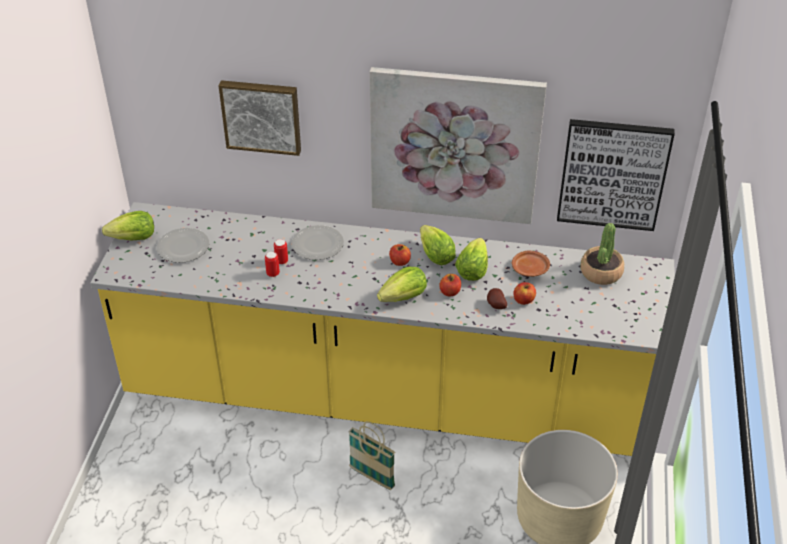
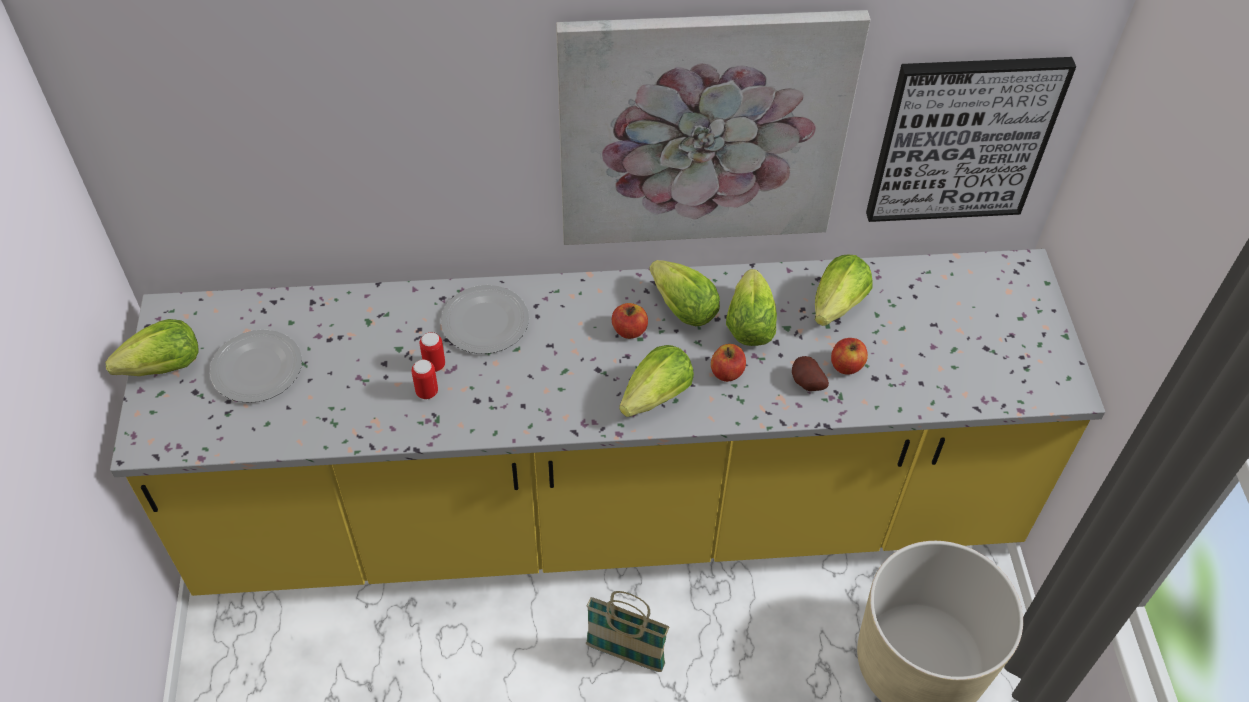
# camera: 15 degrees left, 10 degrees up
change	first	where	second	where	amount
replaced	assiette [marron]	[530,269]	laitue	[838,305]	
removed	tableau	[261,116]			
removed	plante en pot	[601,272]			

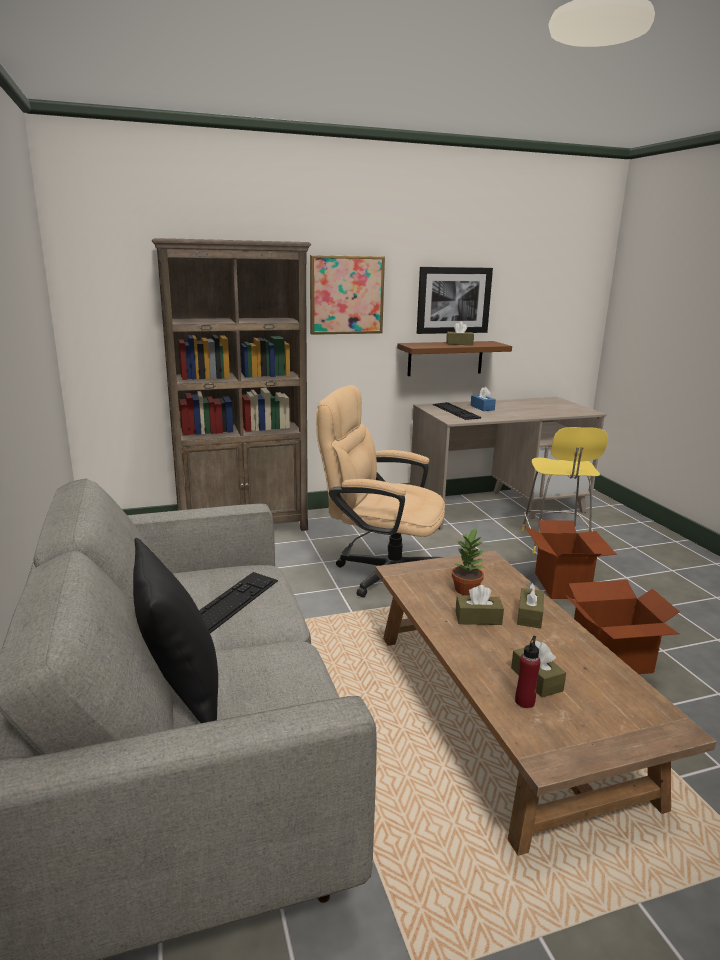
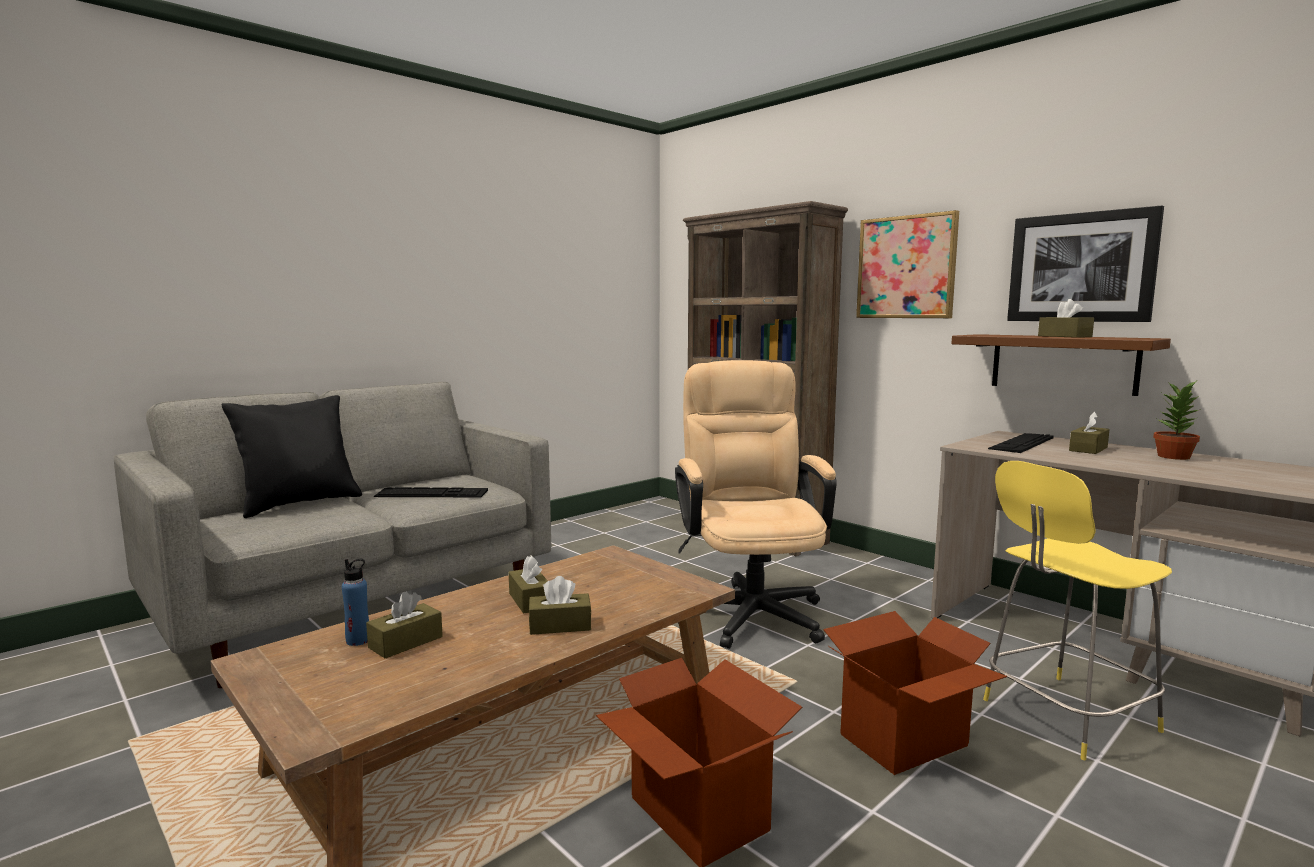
# camera: 65 degrees right, 10 degrees down
change	first	where	second	where	amount
recoloured	bouteille [rouge]	[524,701]	bouteille [bleu]	[358,640]	
recoloured	boîte à mouchoirs [bleu]	[482,408]	boîte à mouchoirs [marron]	[1088,449]	
moved	plante en pot	[467,590]		[1174,457]	

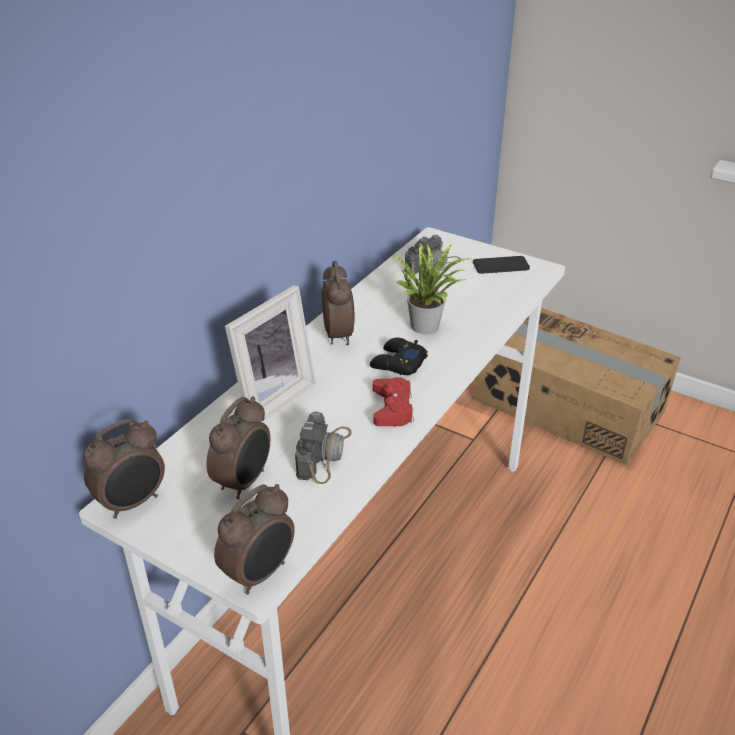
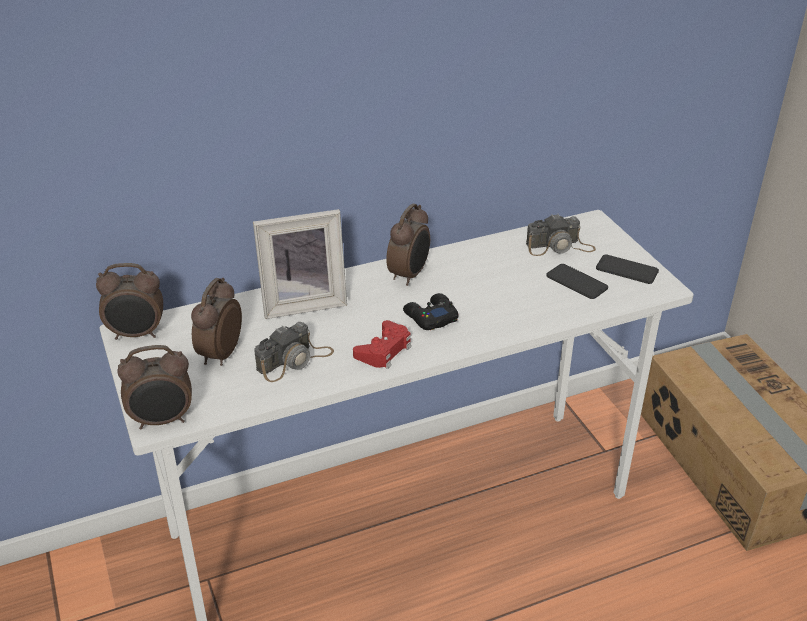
# camera: 35 degrees right, 0 degrees up
change	first	where	second	where	amount
turned	réveil	[244,482]		[219,354]	135 degrees clockwise
added			téléphone	[576,282]	
removed	plante en pot	[428,325]			

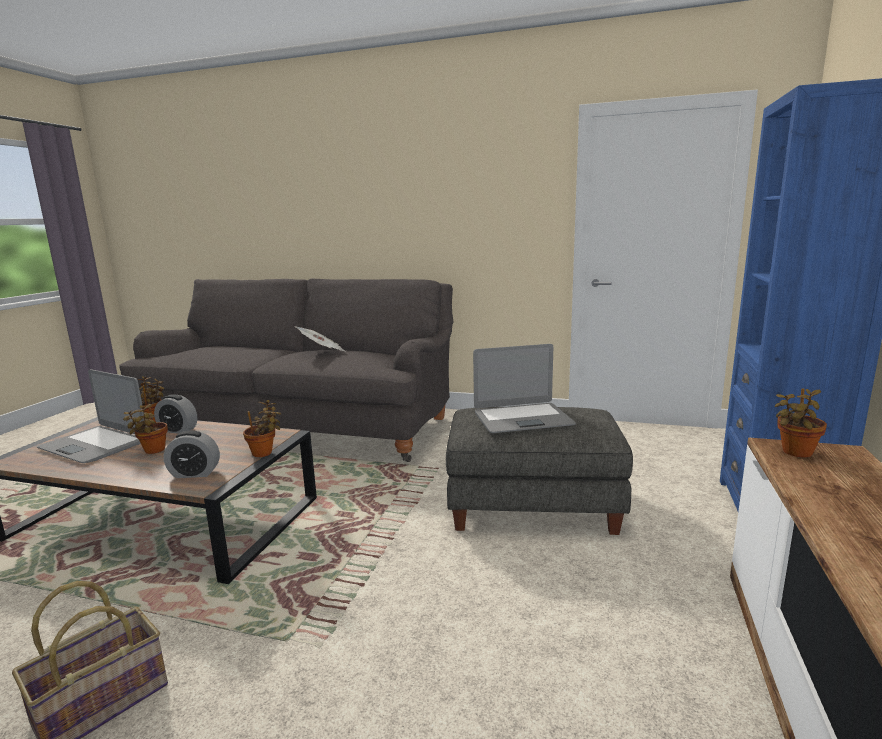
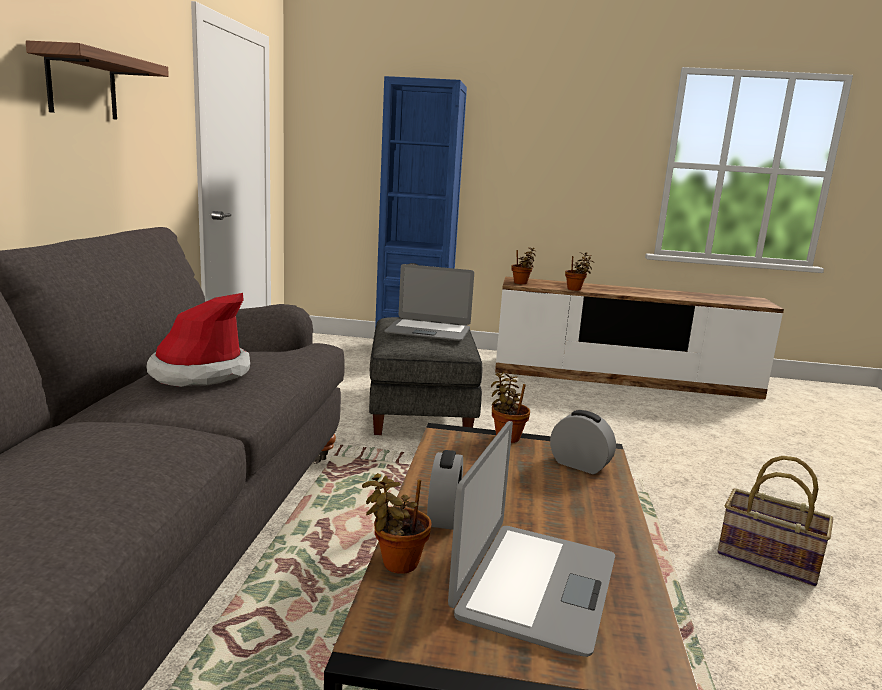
# camera: 100 degrees left, 0 degrees up
change	first	where	second	where	amount
added			étagère	[82,85]	
replaced	journal	[322,351]	chapeau	[199,373]	
turned	ordinateur portable	[522,419]		[428,331]	120 degrees clockwise
turned	réveil	[195,473]		[579,465]	45 degrees counterclockwise
moved	plante en pot	[152,451]		[576,289]	

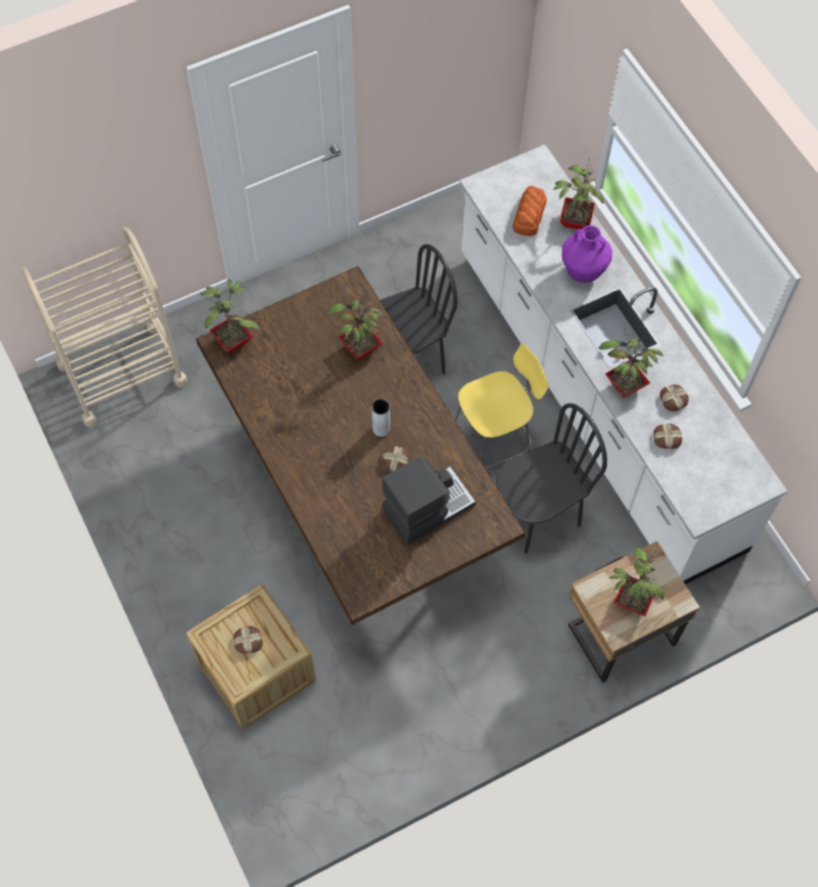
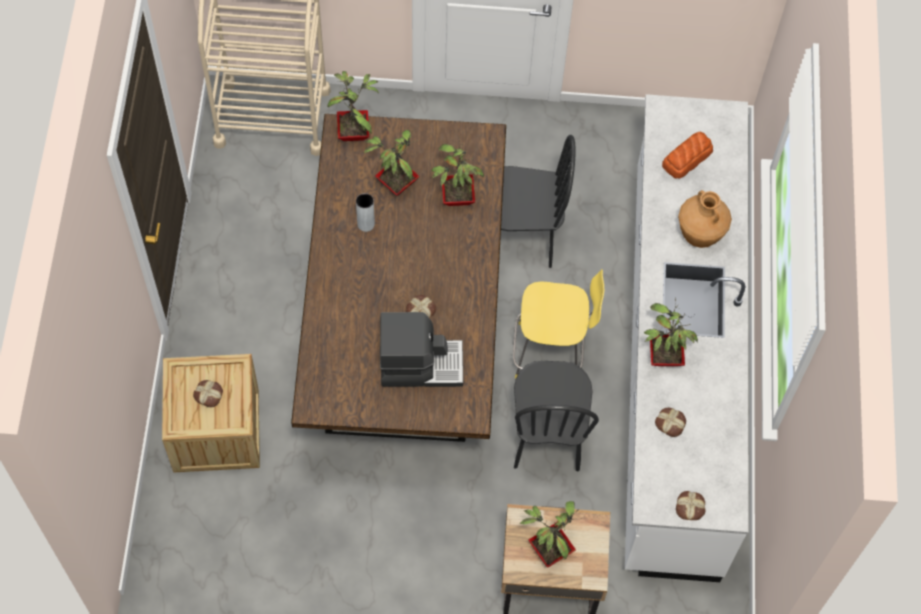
# camera: 30 degrees right, 0 degrees up
change	first	where	second	where	amount
moved	vase [gris]	[381,429]		[366,224]	
moved	plante en pot	[573,221]		[396,183]	
turned	chaise [noir]	[537,515]		[547,439]	90 degrees clockwise
moved	pain	[673,399]		[690,507]	
recoloured	vase [violet]	[582,272]	vase [marron]	[699,235]	

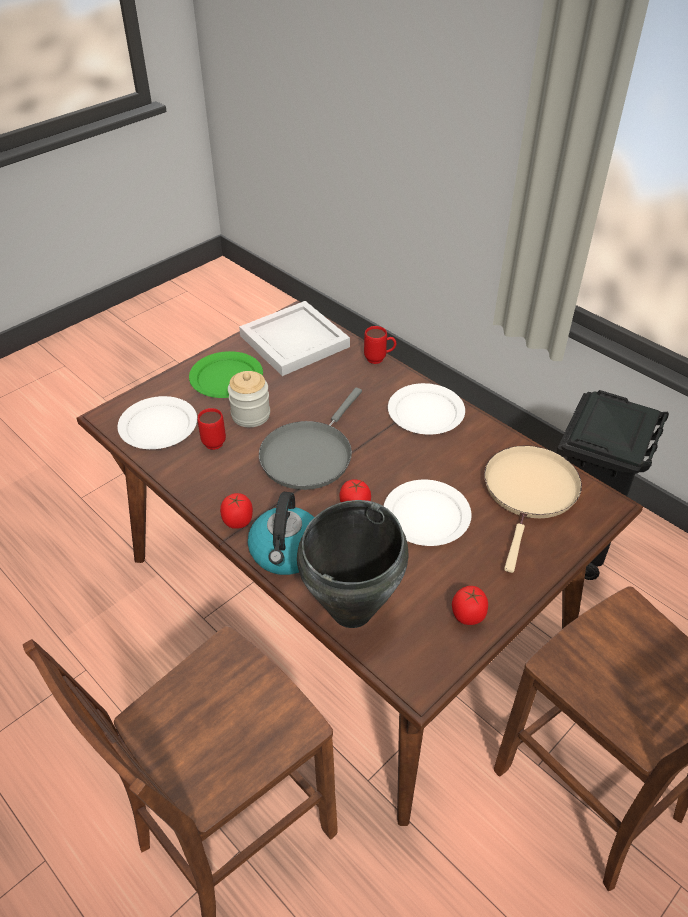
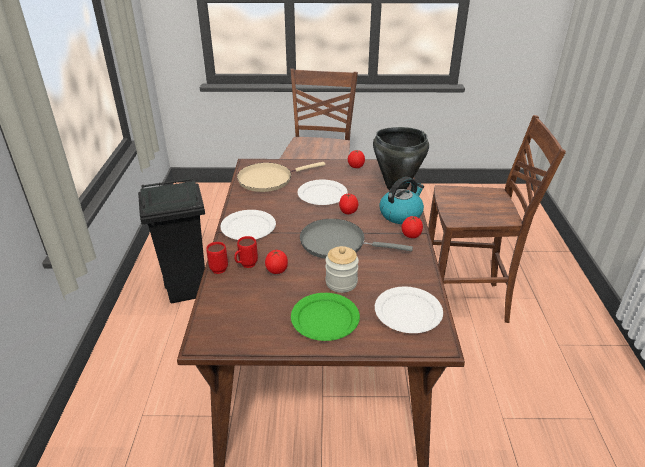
# camera: 135 degrees left, 10 degrees down
change	first	where	second	where	amount
moved	mug [rouge]	[214,440]		[246,266]	
added			tomate	[276,271]	
turned	poêle [gris]	[309,455]		[337,243]	150 degrees counterclockwise
removed	plateau [blanc]	[296,341]			

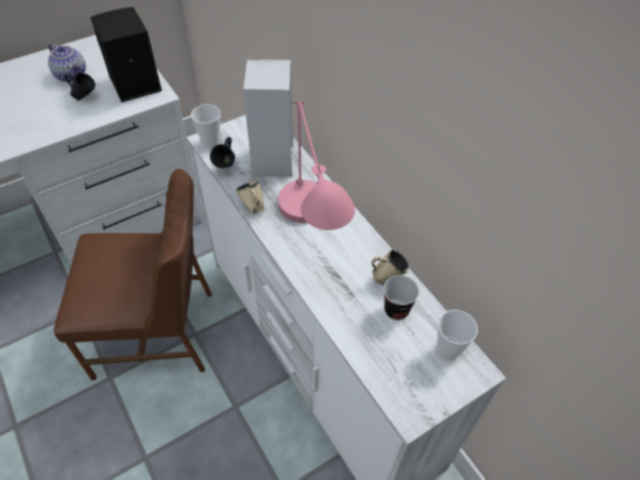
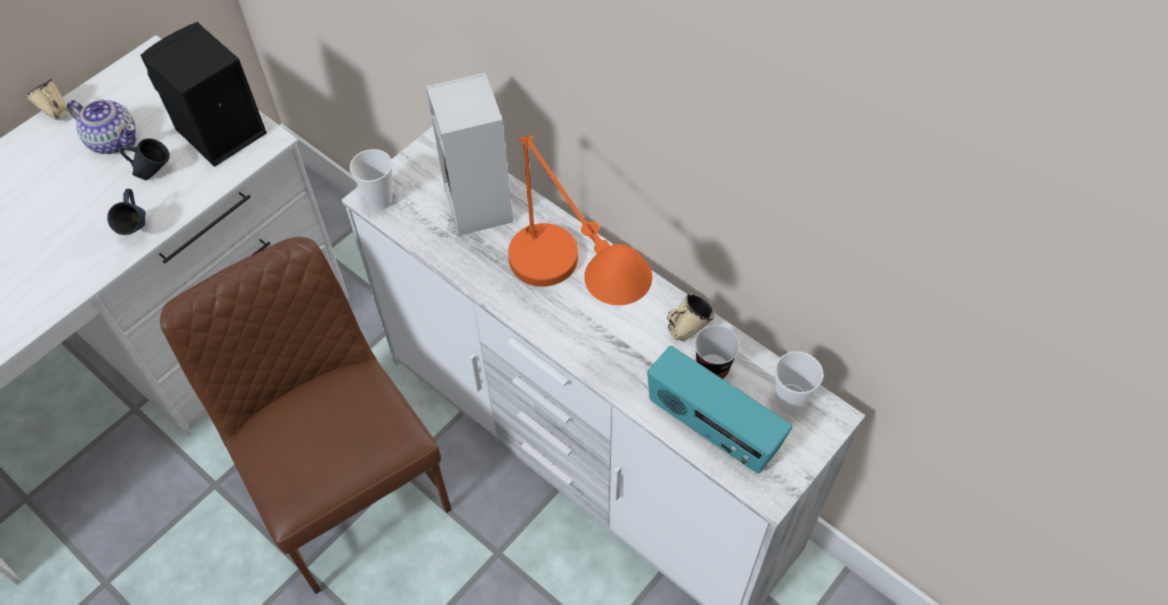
# camera: 15 degrees left, 5 degrees up
change	first	where	second	where	amount
moved	mug [beige]	[253,207]		[56,114]	
moved	mug [bleu]	[226,168]		[137,230]	
turned	chaise [marron]	[157,332]		[345,484]	105 degrees counterclockwise
recoloured	lampe de table [rose]	[311,238]	lampe de table [orange]	[573,303]	
added			radio	[712,428]	

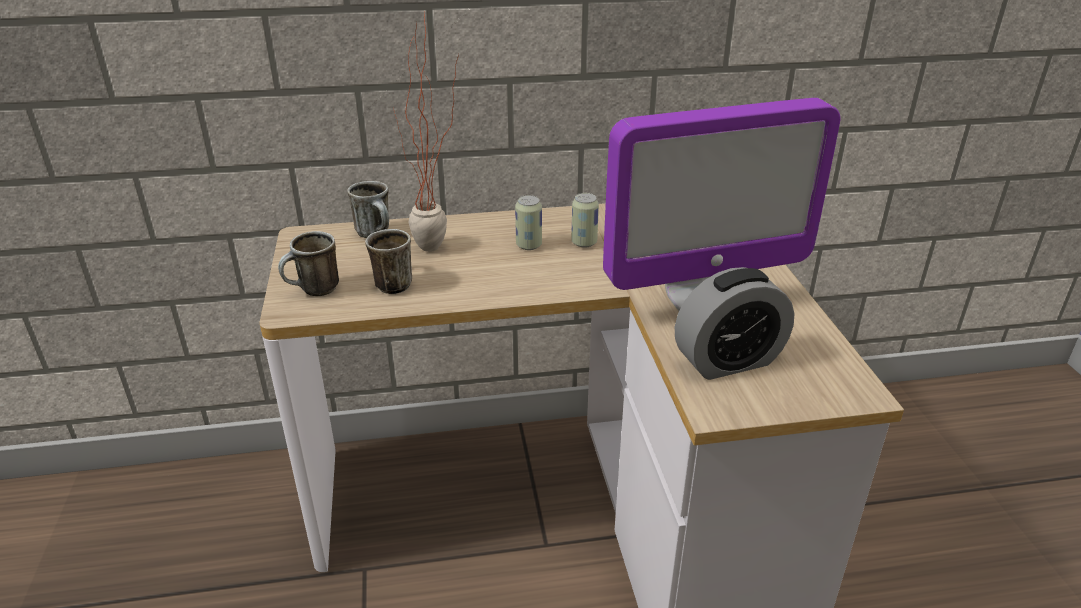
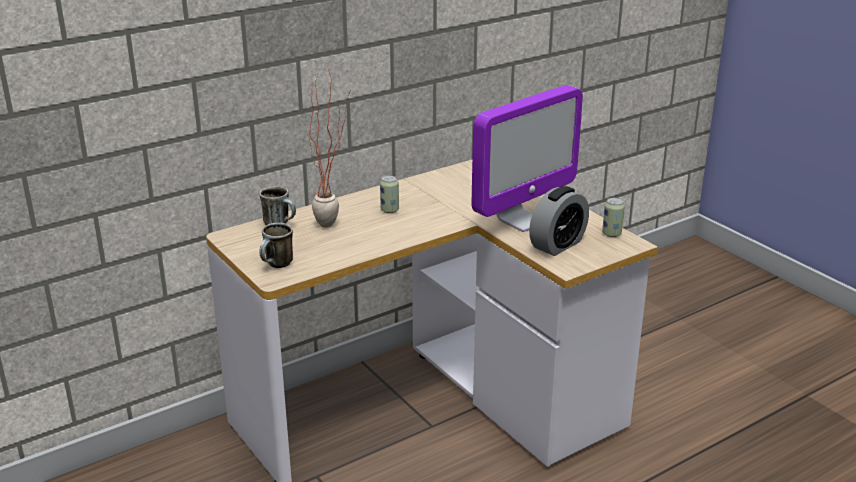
# camera: 25 degrees left, 5 degrees down
change	first	where	second	where	amount
moved	boîte métallique	[584,242]		[611,234]	
removed	mug	[391,283]			

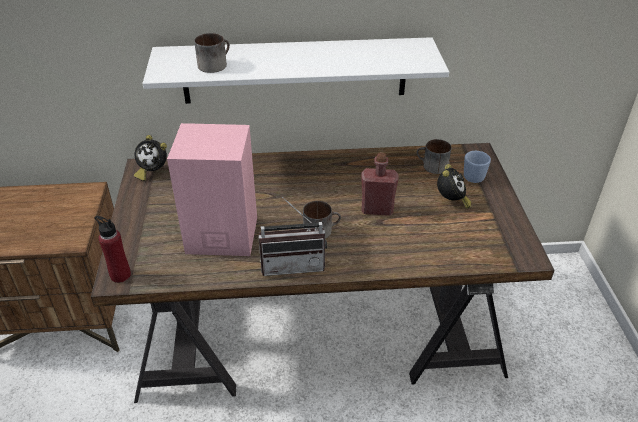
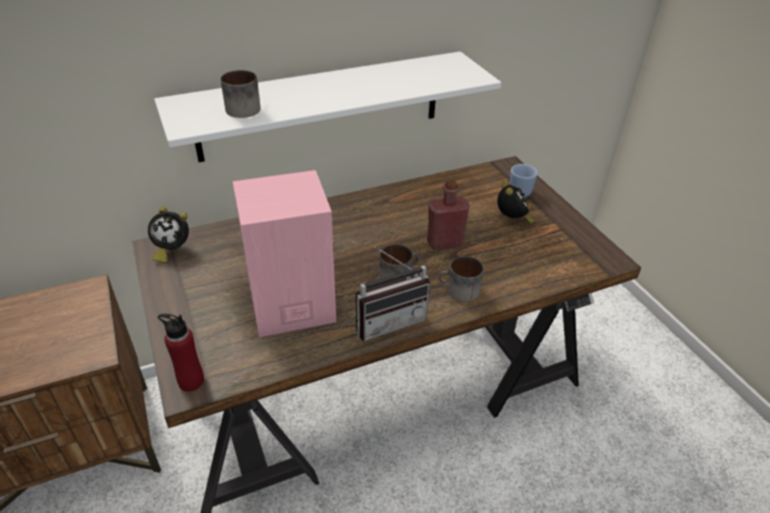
# camera: 20 degrees left, 0 degrees up
change	first	where	second	where	amount
moved	mug	[431,166]		[458,291]	

